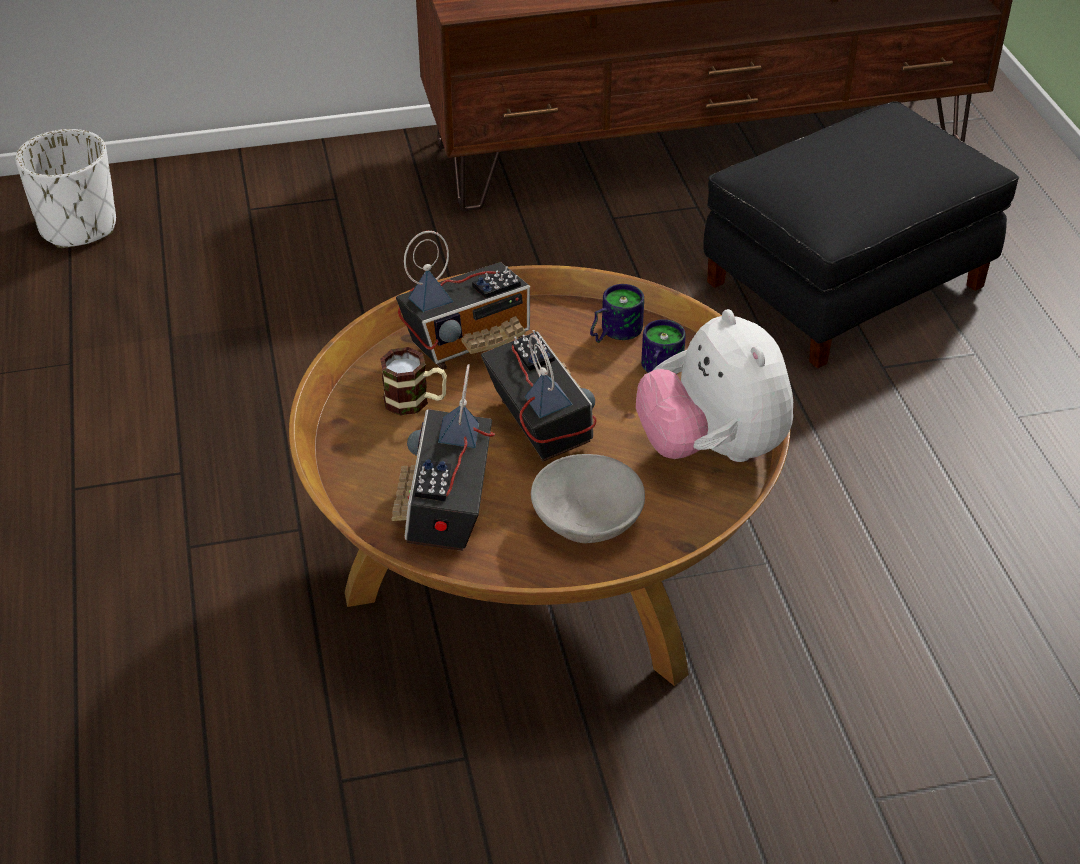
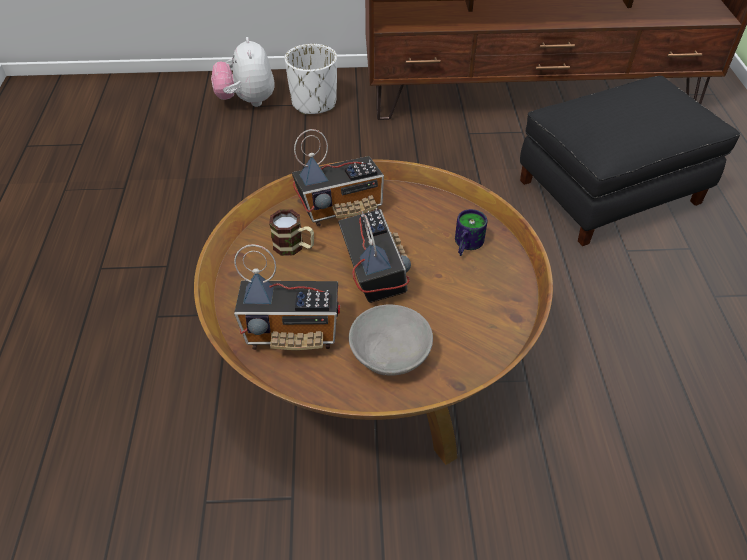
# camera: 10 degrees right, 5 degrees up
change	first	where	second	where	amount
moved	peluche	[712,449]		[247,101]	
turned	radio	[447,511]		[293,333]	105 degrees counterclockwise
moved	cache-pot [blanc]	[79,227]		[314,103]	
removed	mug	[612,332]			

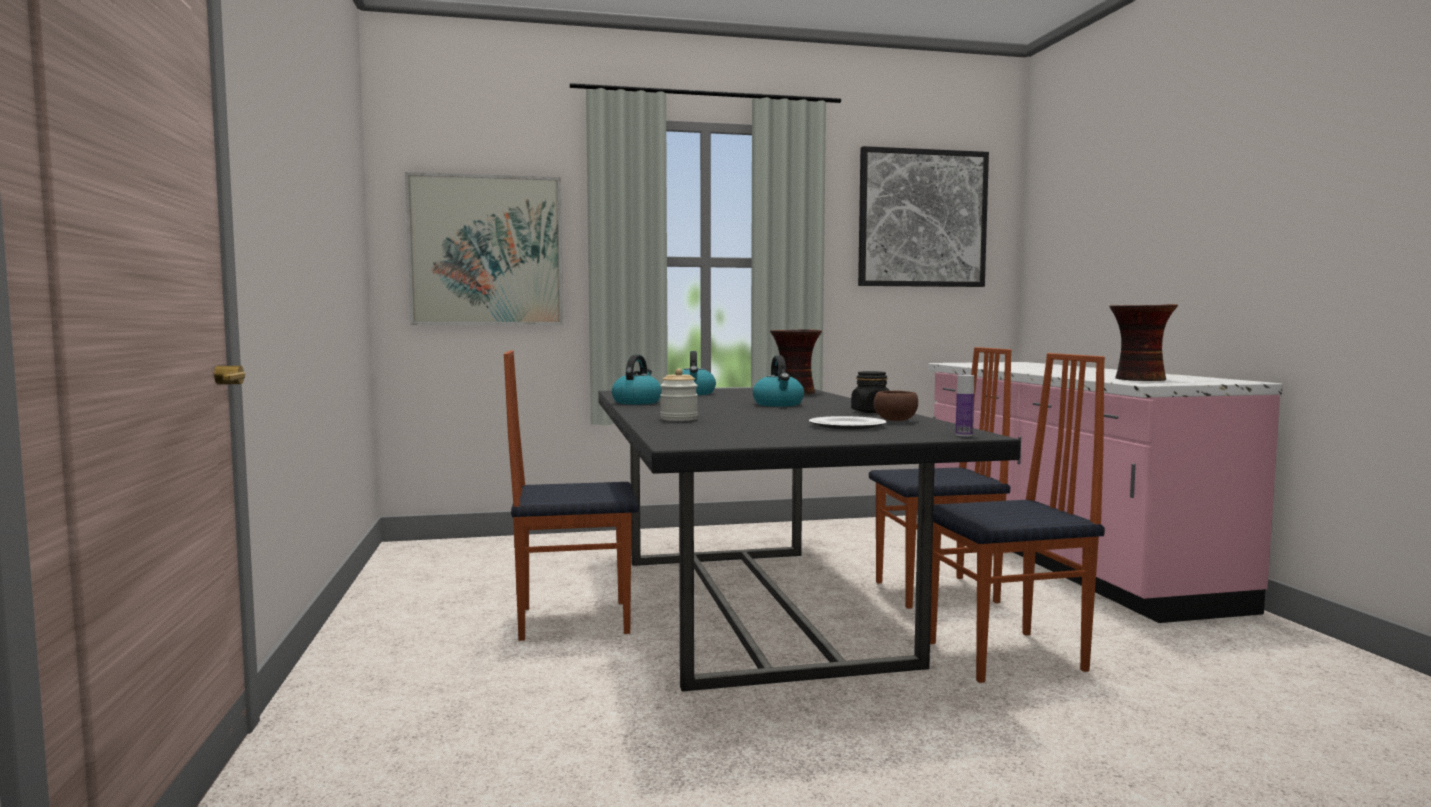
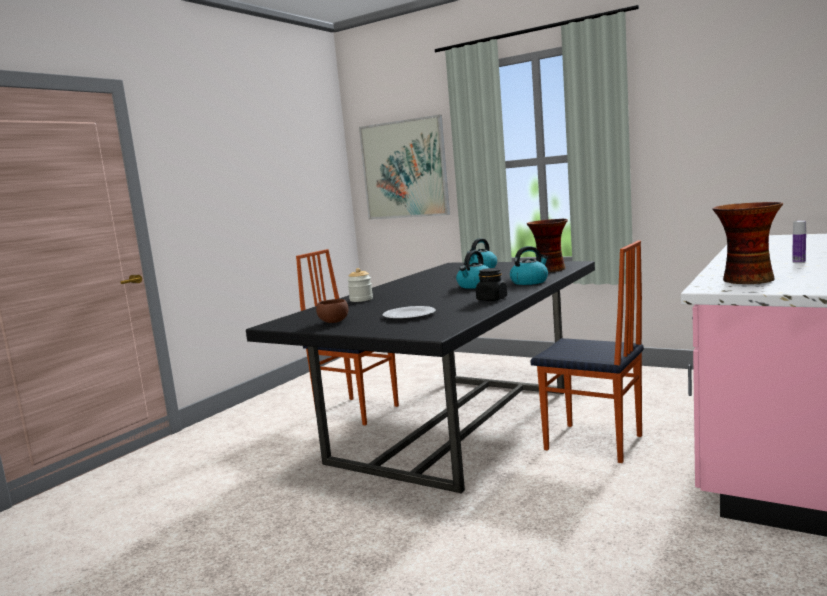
# camera: 45 degrees right, 5 degrees up
change	first	where	second	where	amount
moved	bol [marron]	[896,421]		[333,322]	
moved	bouilloire	[637,402]		[529,282]	
moved	bouteille	[964,435]		[798,262]	
removed	tableau	[922,218]			
removed	chaise	[1008,657]			

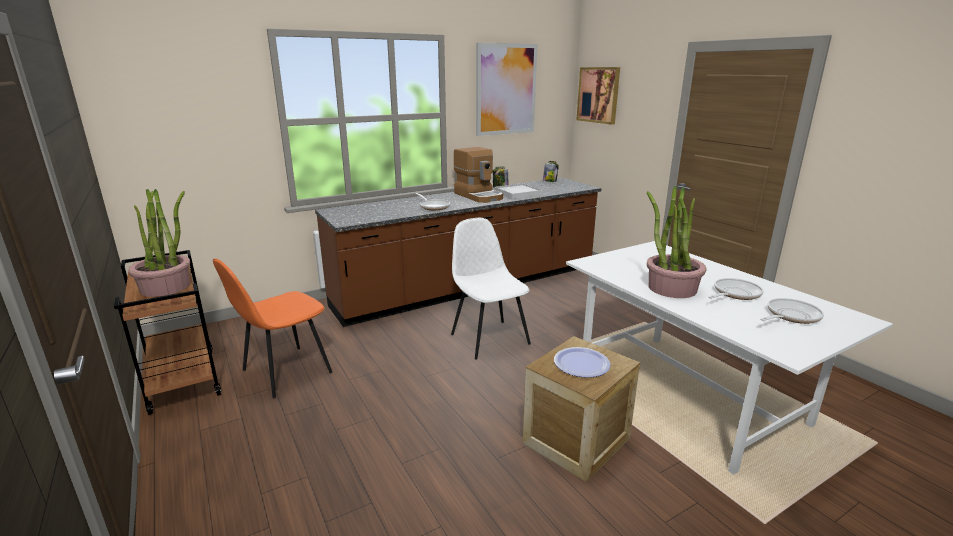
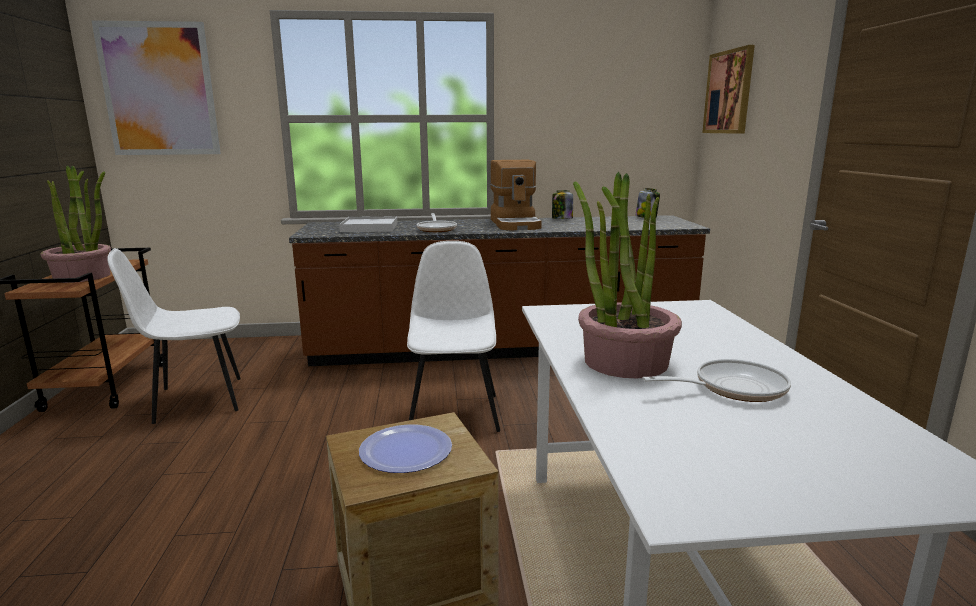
# camera: 25 degrees right, 5 degrees down
change	first	where	second	where	amount
moved	tableau	[506,89]		[159,90]	
recoloured	chaise [orange]	[284,372]	chaise [blanc]	[196,400]	
moved	plateau [blanc]	[517,193]		[369,227]	
removed	poêle	[790,316]			

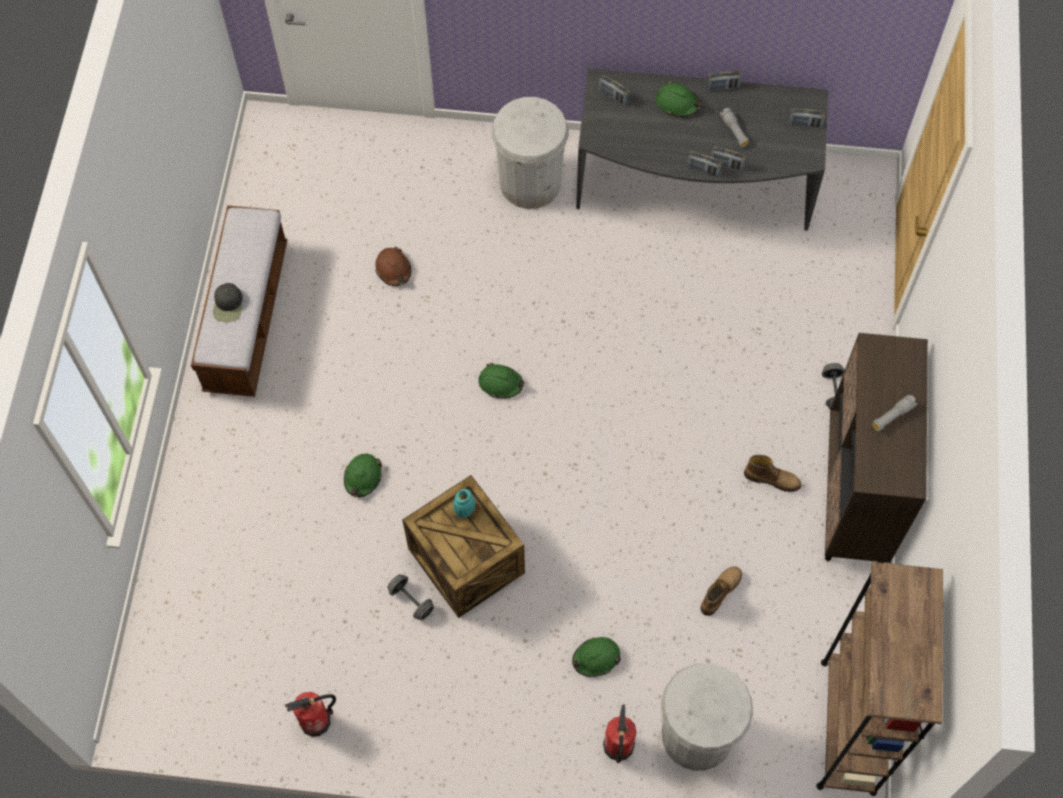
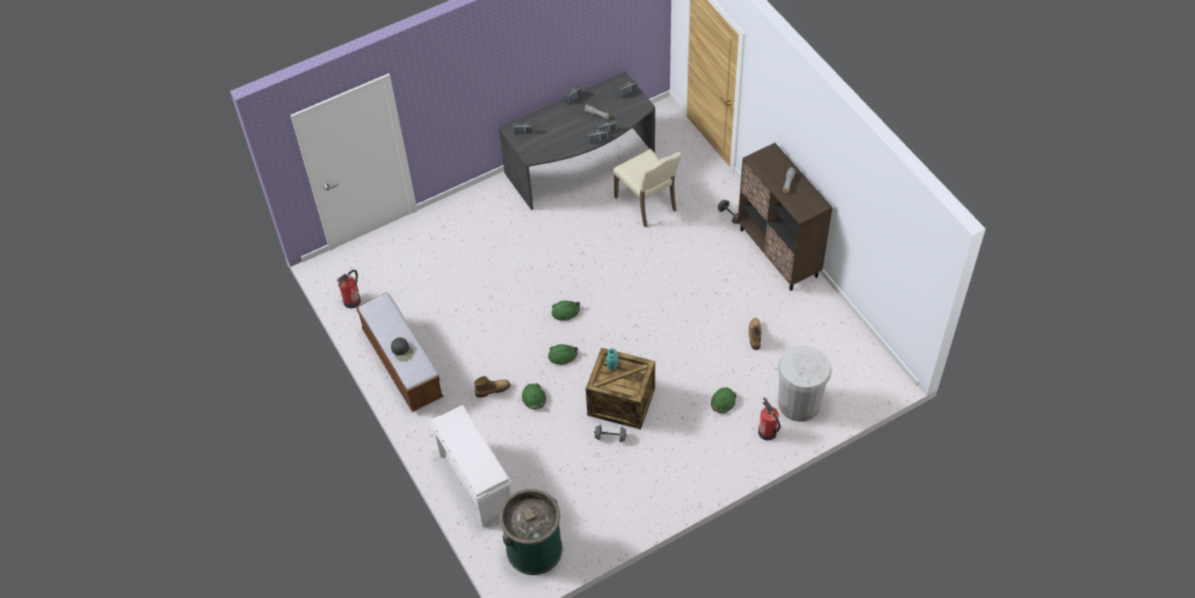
# camera: 35 degrees left, 10 degrees down
change	first	where	second	where	amount
moved	extincteur	[316,721]		[352,301]	
added			banc [blanc]	[475,482]	
moved	botte	[772,479]		[492,389]	
added			poubelle [vert]	[534,549]	
moved	casque de chantier [vert]	[677,103]		[562,356]	
added			chaise [beige]	[647,204]	
removed	casque de chantier [marron]	[393,269]			
removed	poubelle [blanc]	[530,183]			
removed	bibliothèque [marron]	[848,726]			

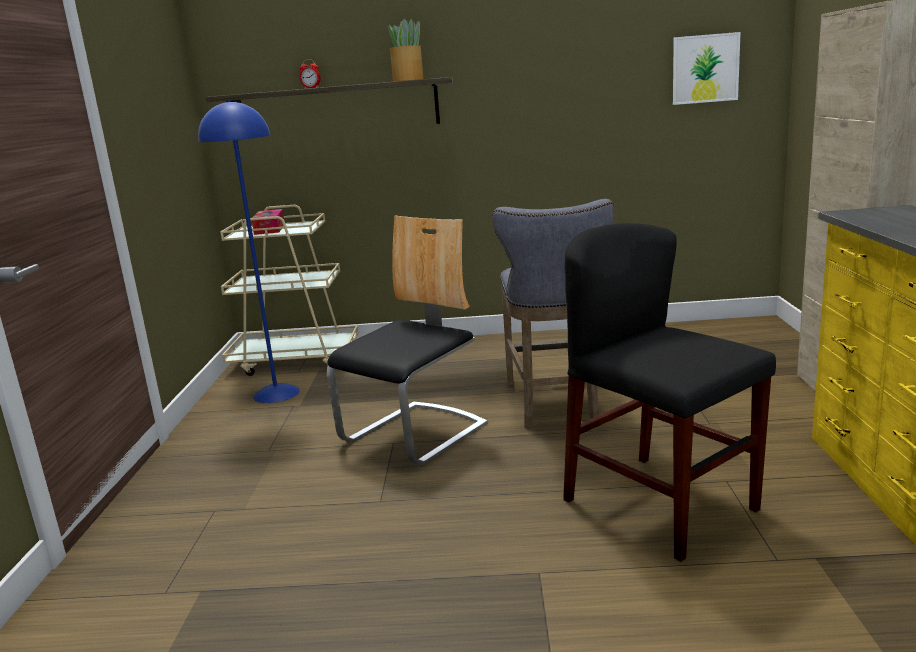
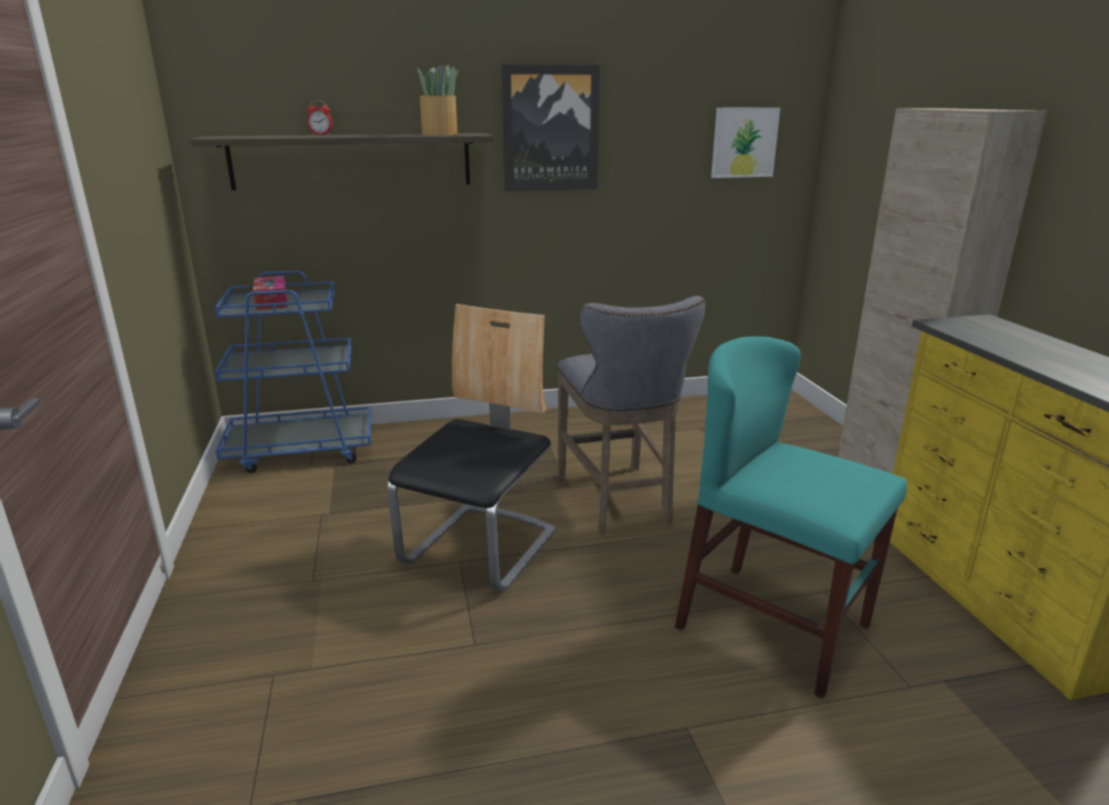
# camera: 15 degrees left, 5 degrees up
change	first	where	second	where	amount
recoloured	chariot [beige]	[296,360]	chariot [bleu]	[302,450]	
added			tableau	[550,129]	
recoloured	chaise [noir]	[659,504]	chaise [turquoise]	[773,626]	
removed	lampadaire [bleu]	[276,393]			

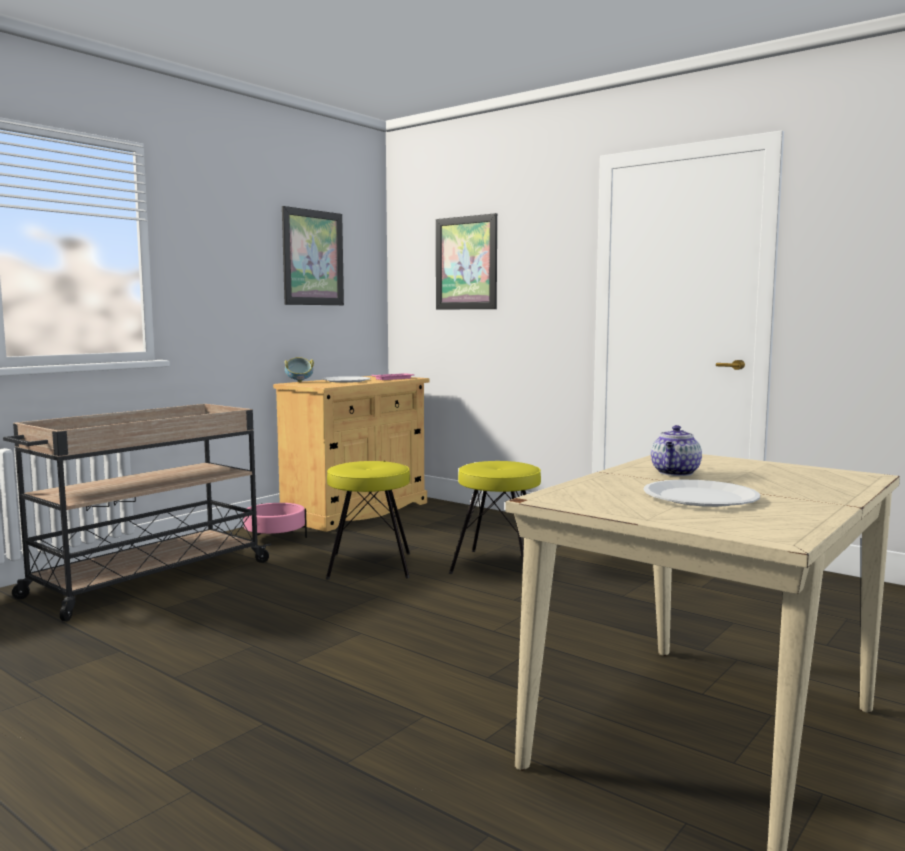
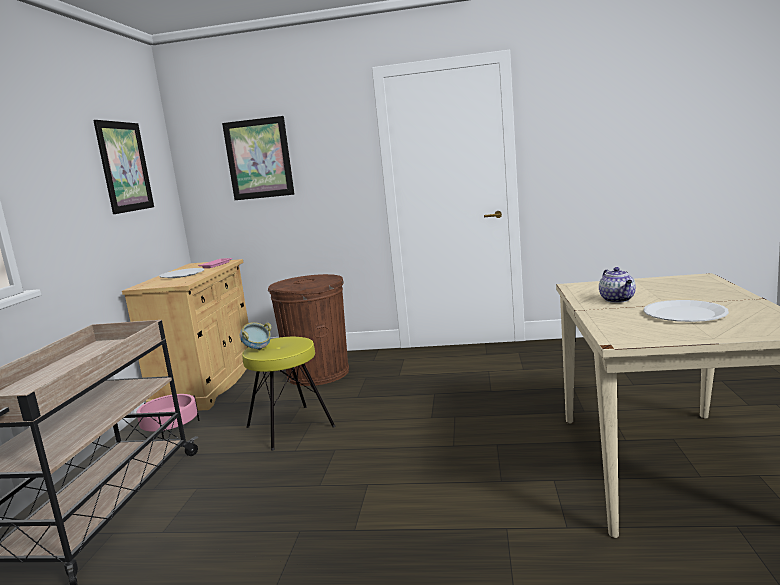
# camera: 30 degrees left, 5 degrees up
change	first	where	second	where	amount
moved	bol	[299,382]		[257,349]	
added			poubelle [marron]	[318,373]	
removed	tabouret [jaune]	[499,565]			

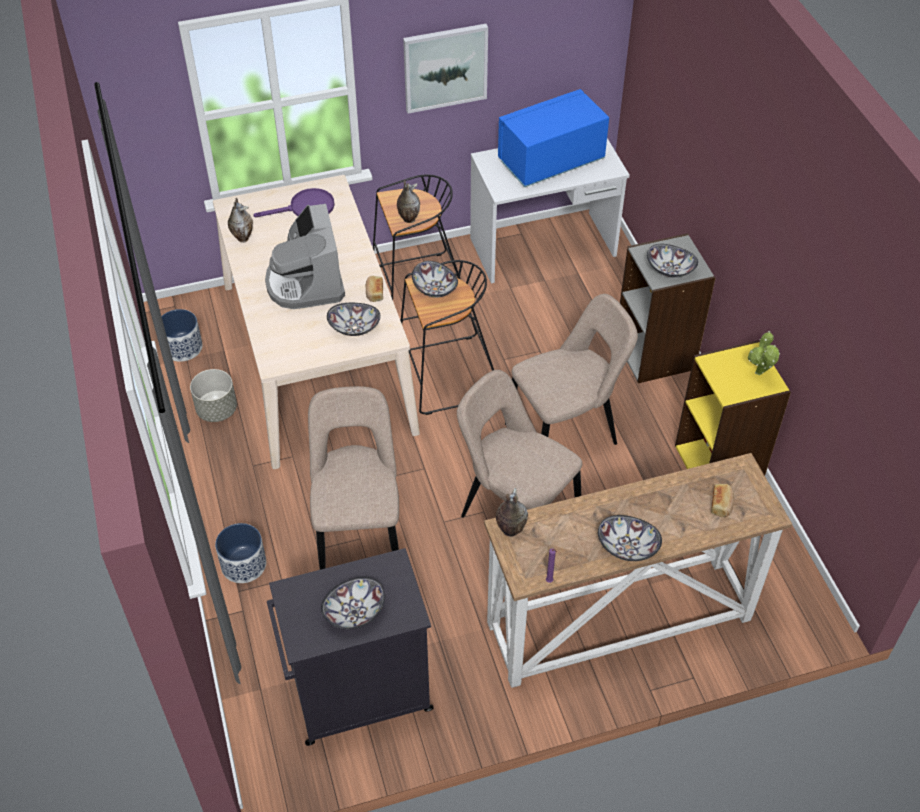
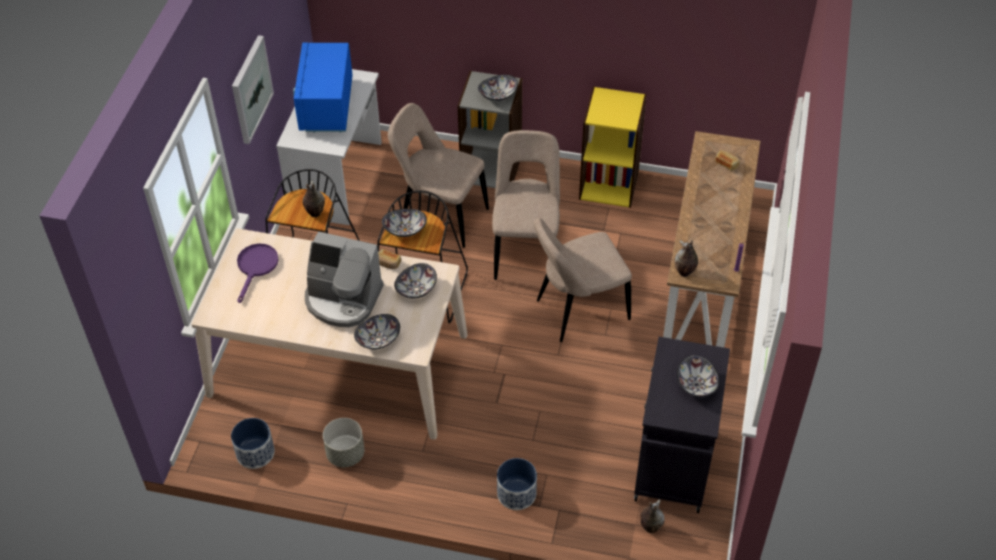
# camera: 60 degrees left, 0 degrees up
change	first	where	second	where	amount
moved	bol	[628,546]		[377,339]	
moved	chaise [beige]	[359,534]		[440,216]	
moved	vase	[242,237]		[649,527]	
removed	plante en pot	[759,374]			

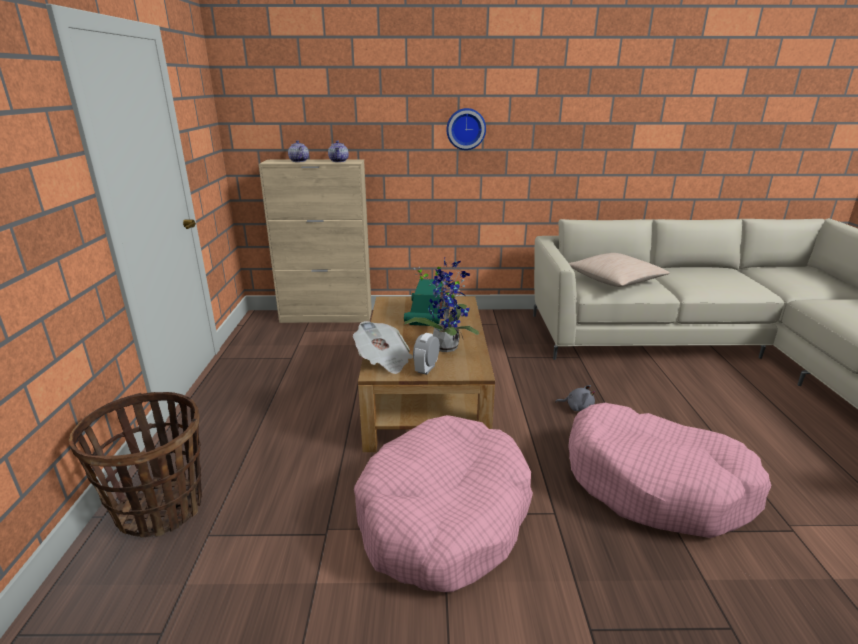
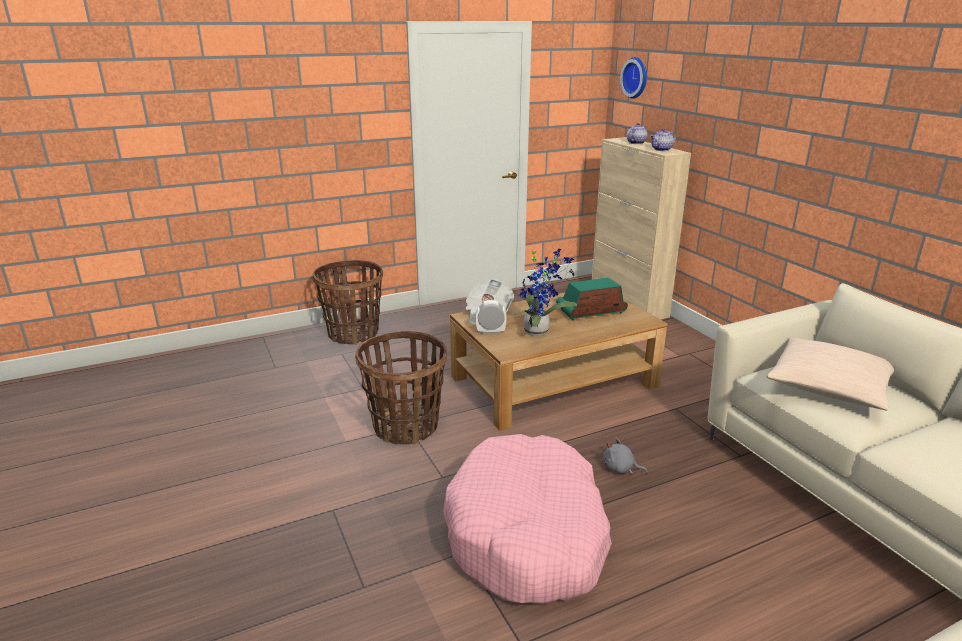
# camera: 65 degrees right, 0 degrees up
change	first	where	second	where	amount
replaced	panier pour chien [rose]	[444,516]	panier	[406,426]	
turned	peluche [gris]	[577,407]		[620,468]	120 degrees clockwise
moved	horloge murale	[465,129]		[636,77]	

